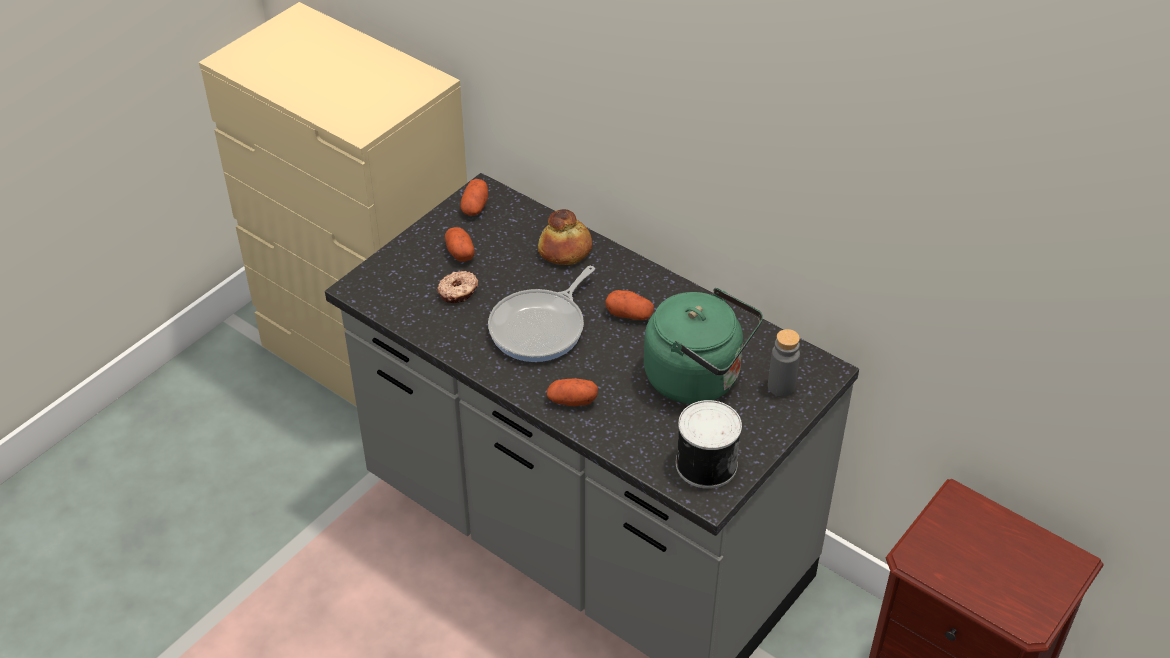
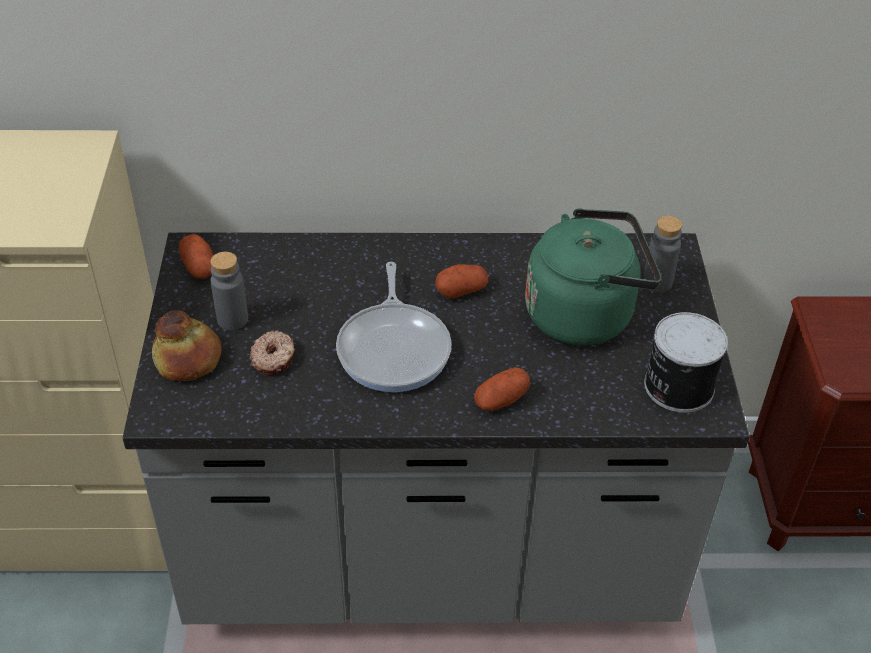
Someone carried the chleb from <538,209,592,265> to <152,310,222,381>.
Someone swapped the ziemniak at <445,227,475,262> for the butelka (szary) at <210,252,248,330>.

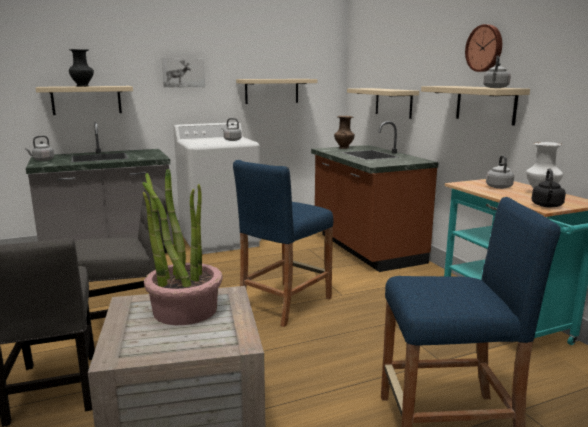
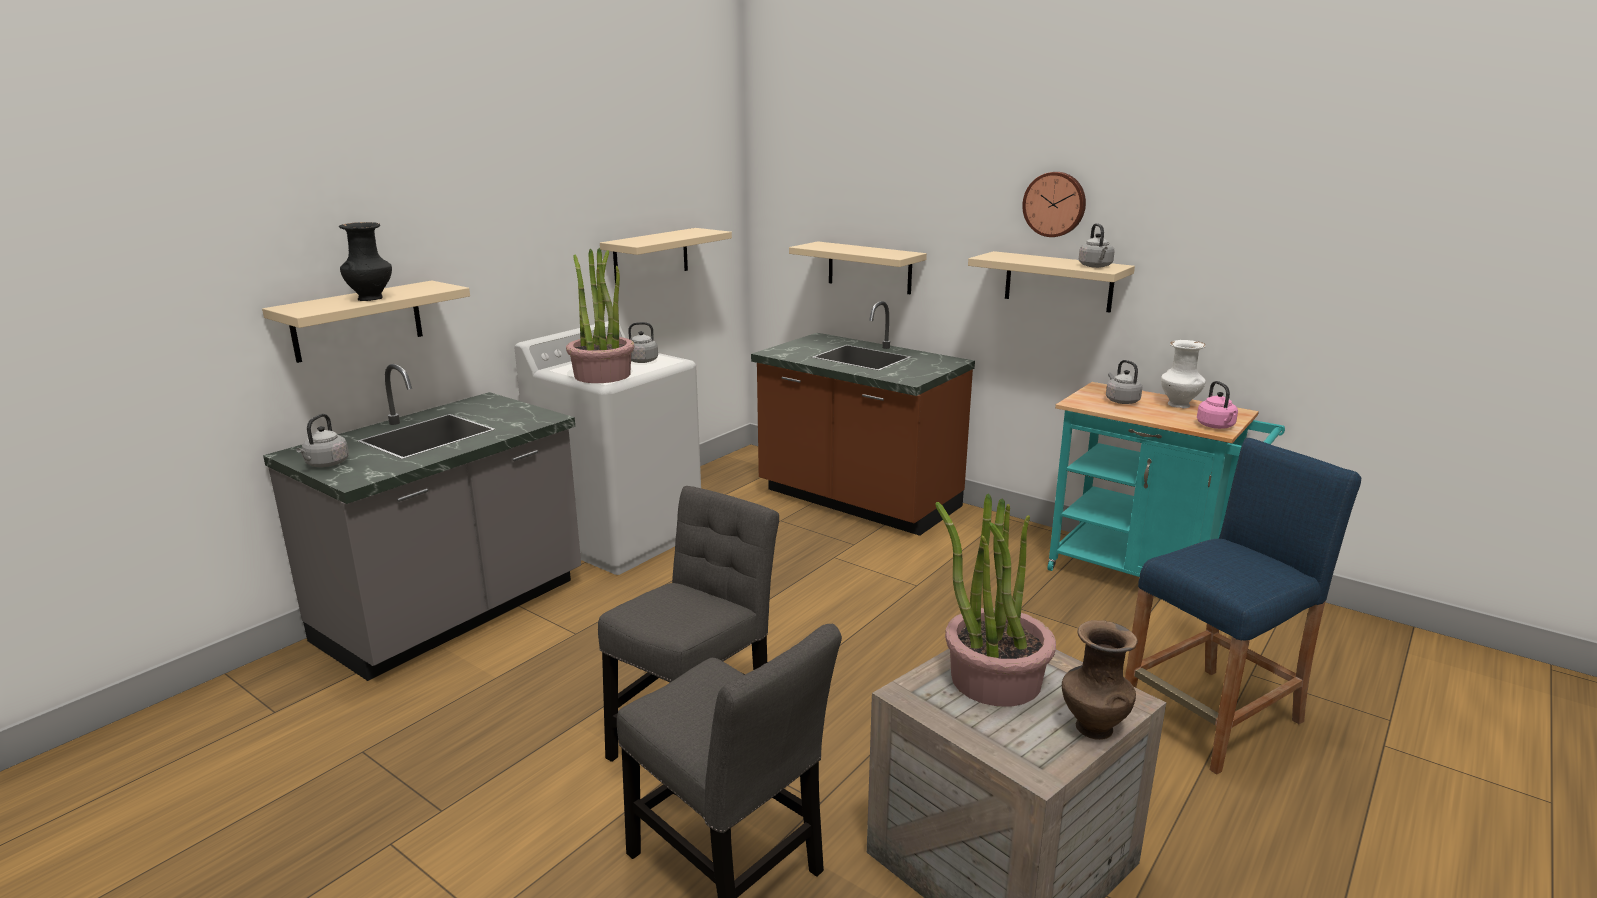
Someone put down the roślina doniczkowa at <566,248,634,383>.
Someone carried the wazon (brązowy) from <334,116,355,149> to <1062,620,1138,740>.
Someone repainted the czajnik (czarny) at <532,169,566,208>, which became the czajnik (różowy) at <1197,381,1238,429>.
Someone took away the obraz at <162,58,205,88>.
Someone took away the stołek (niebieski) at <233,160,333,327>.

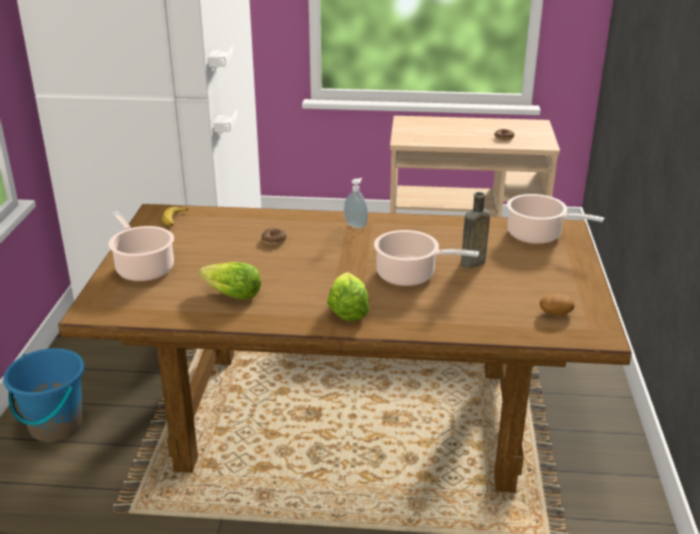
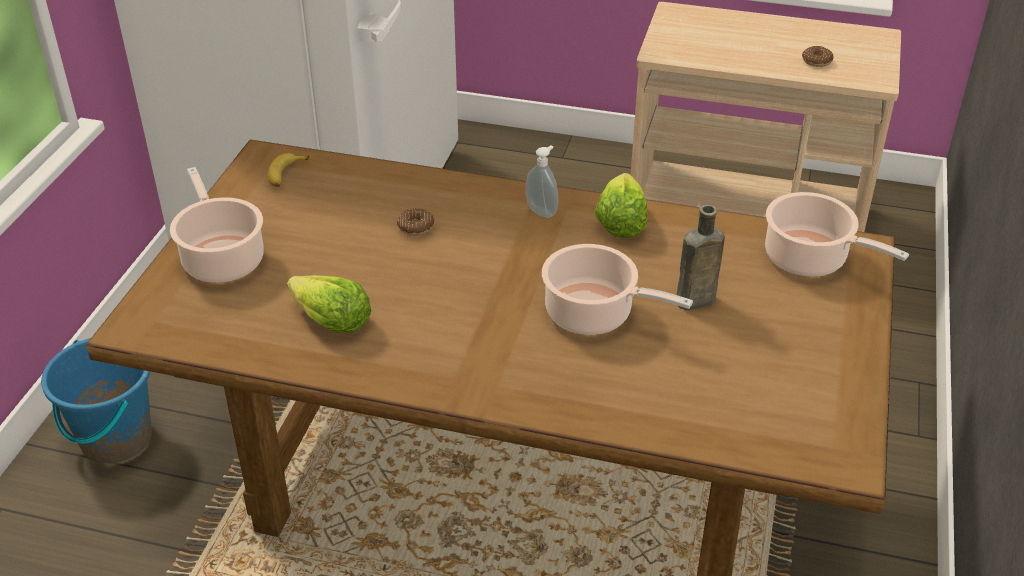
Someone carried the sałata from <327,272,369,321> to <594,173,647,238>.
Someone took away the ziemniak at <539,295,575,315>.

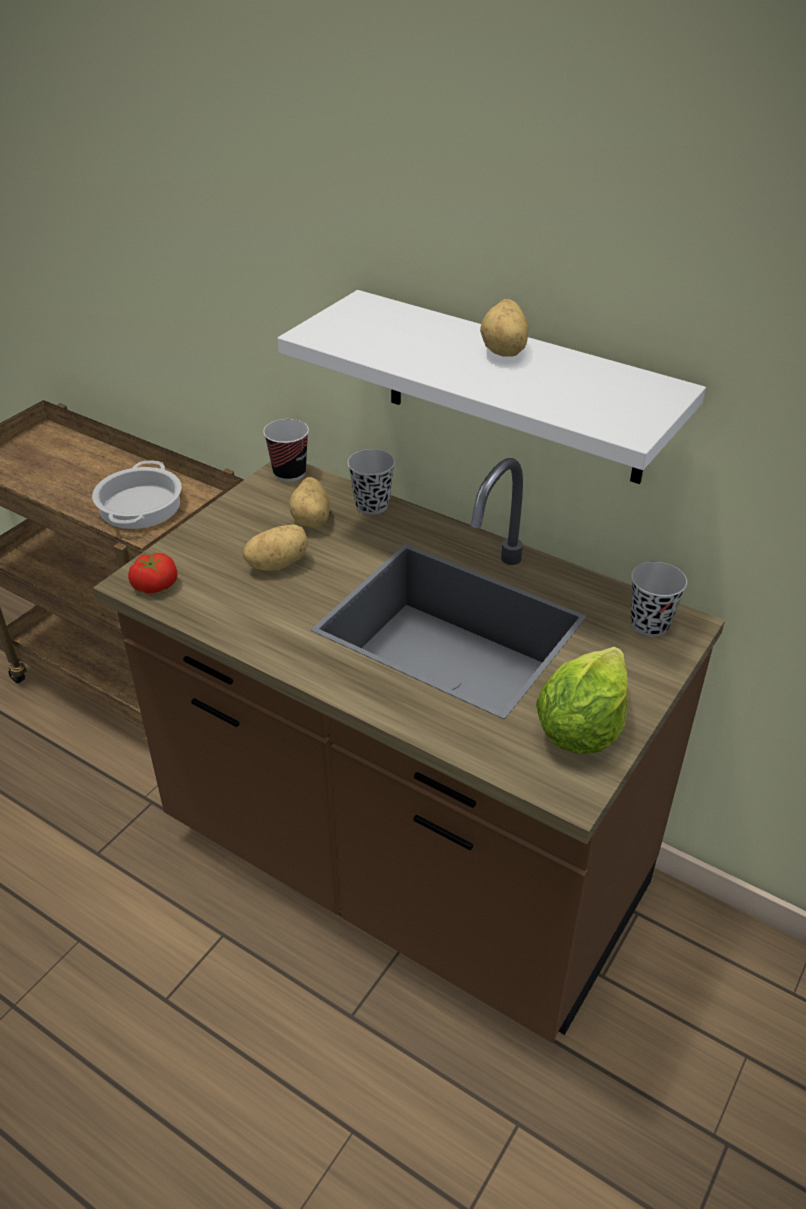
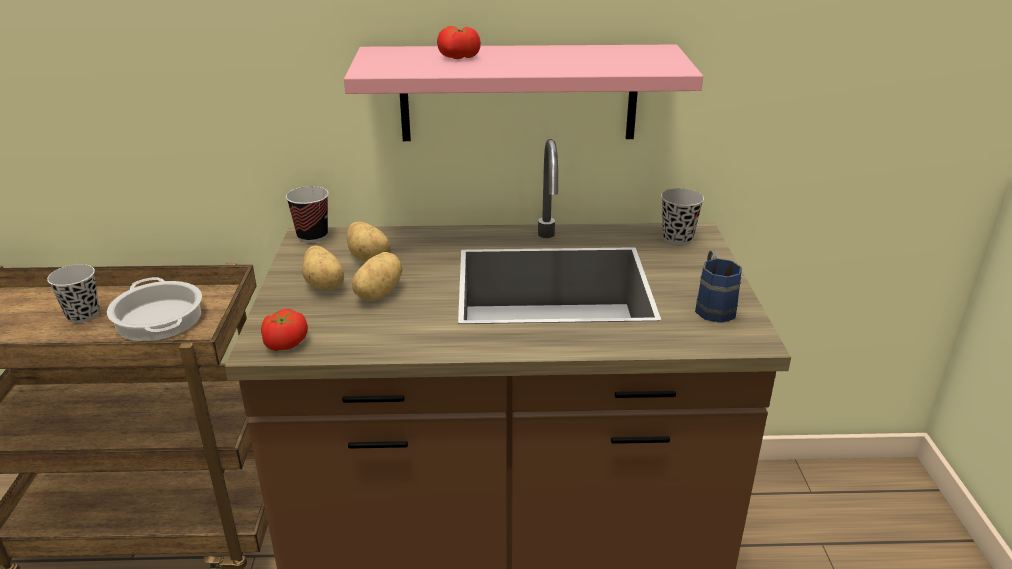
Someone carried the filiżanka (czarny) from <347,449,395,515> to <47,264,100,323>.
Someone carried the ziemniak from <480,299,528,357> to <302,246,344,290>.
Someone repainted the półka (biały) at <278,290,706,484>, which became the półka (różowy) at <344,45,703,141>.
Someone put down the pomidor at <437,26,481,59>.
Someone swapped the sałata at <536,647,628,754> for the kubek (niebieski) at <695,250,742,323>.

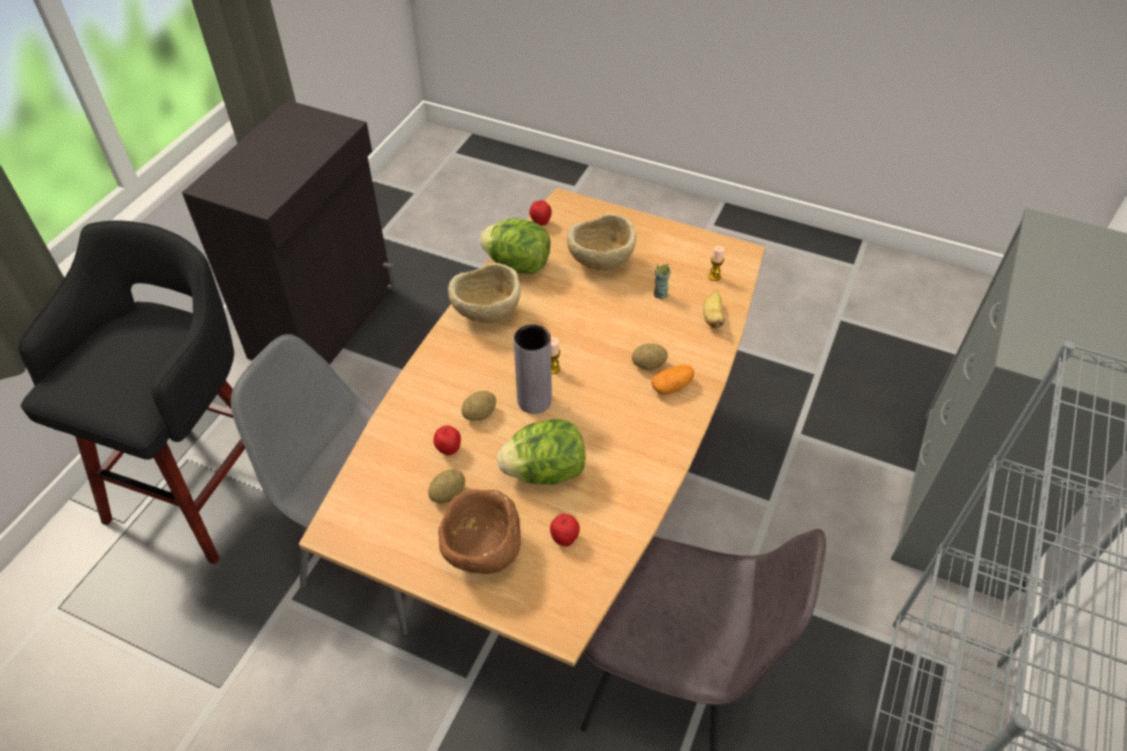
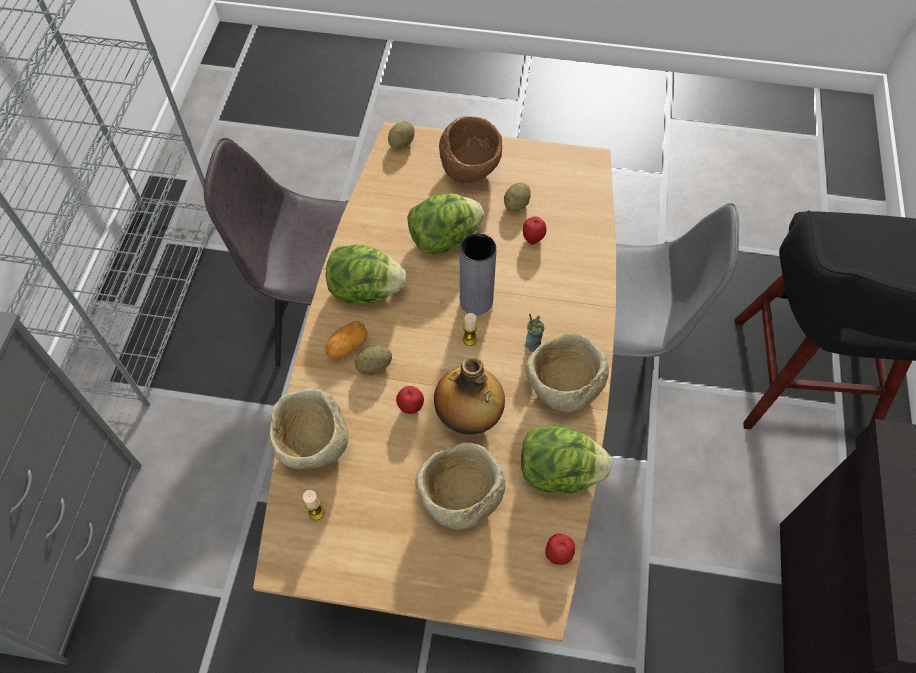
Someone swapped the banan at <703,290,725,329> for the miska (beżowy) at <269,388,349,469>.
Someone put down the sałata at <326,245,406,303>.
Someone carried the ziemniak from <462,391,496,421> to <388,121,415,149>.
Someone carried the jabłko from <550,514,580,547> to <396,386,424,414>.
Someone put down the butelka at <434,356,505,435>.
Someone carried the filiżanka from <654,263,671,299> to <525,314,544,352>.

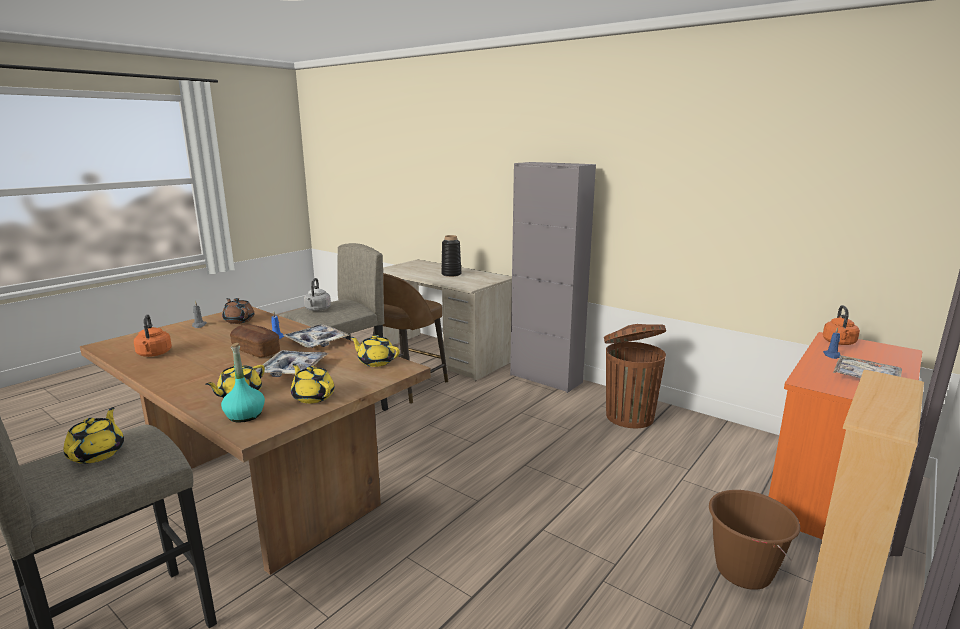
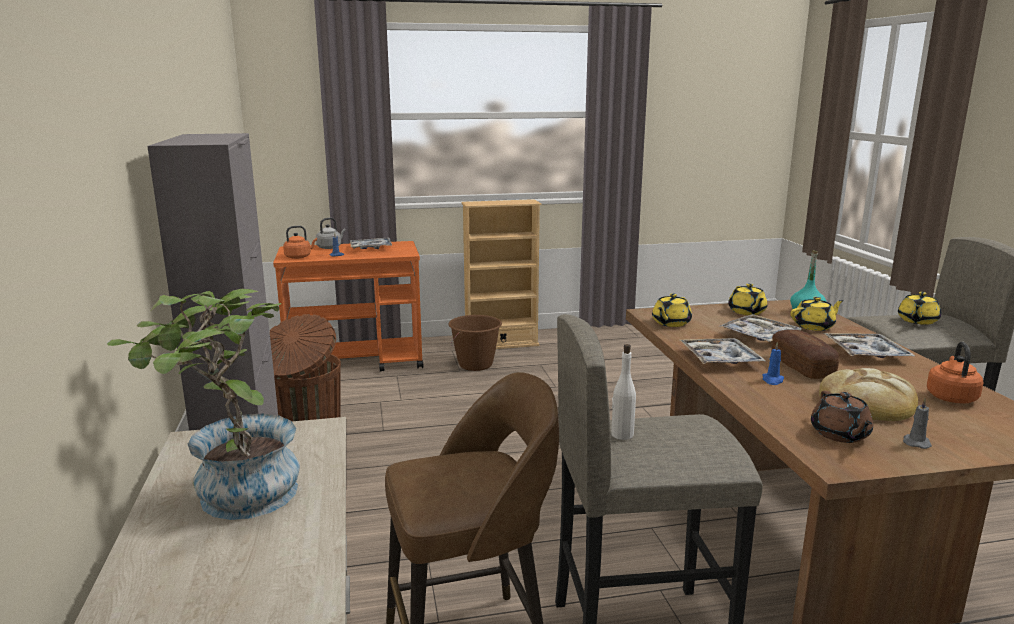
Someone swapped the wazon (czarny) at <441,235,461,277> for the roślina doniczkowa at <107,289,300,520>.
Someone carried the czajnik (szary) from <304,278,331,311> to <316,218,346,249>.
Someone put down the butelka (biały) at <611,344,636,440>.
Someone rotated the imbryk (żółty) at <350,335,400,367> by 60 degrees clockwise.
Someone put down the chleb at <819,368,918,421>.
Someone put down the taca at <824,333,915,358>.

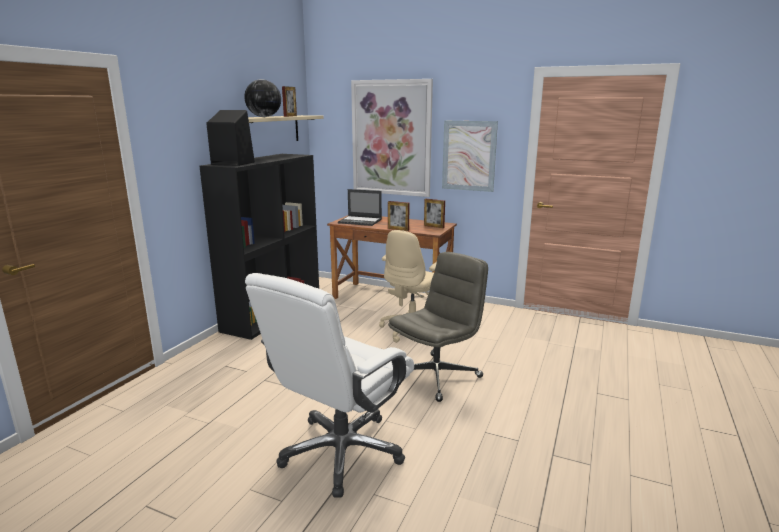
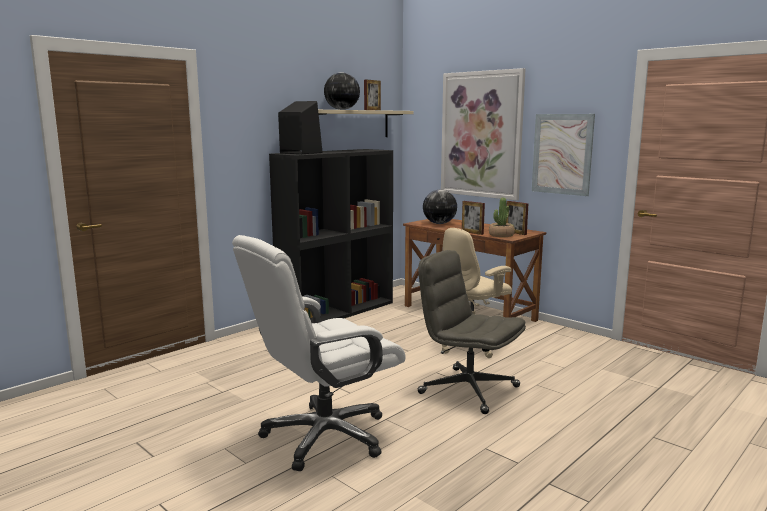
Someone rotated the krzesło biurowe (szary) at <388,252,488,402> by 120 degrees counterclockwise.
Someone swapped the laptop at <338,189,382,226> for the globus at <423,190,457,224>.
Someone put down the roślina doniczkowa at <489,198,515,237>.

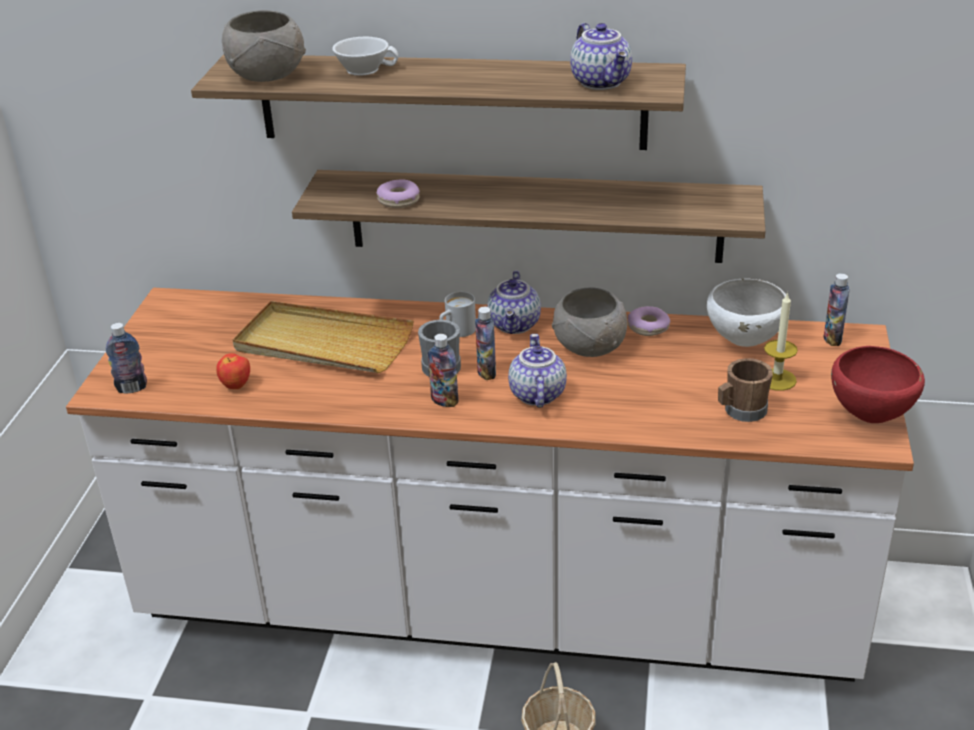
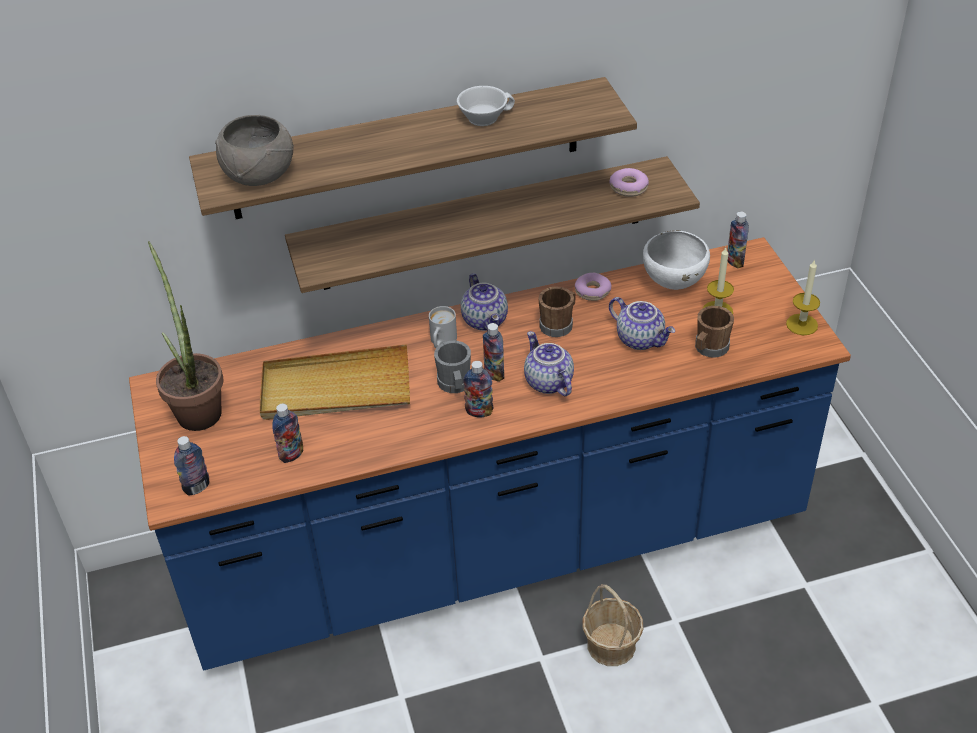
Someone repainted the zabudowa kuchenna (biały) at <66,288,914,682>, which became the zabudowa kuchenna (niebieski) at <129,237,851,670>.
Someone put down the roślina doniczkowa at <148,241,224,431>.
Someone swapped the jabłko at <216,353,250,389> for the butelka at <272,404,303,463>.
Someone carried the filiżanka (biały) from <332,37,398,76> to <457,86,515,126>.
Someone swapped the miska (szary) at <552,287,627,357> for the kubek (brązowy) at <538,286,576,337>.
Someone carried the imbryk from <570,23,632,90> to <609,297,675,350>.
Someone carried the donut from <377,180,420,208> to <610,168,649,197>.
Someone swapped the miska (czerwony) at <831,346,925,423> for the świeca at <786,259,820,335>.

